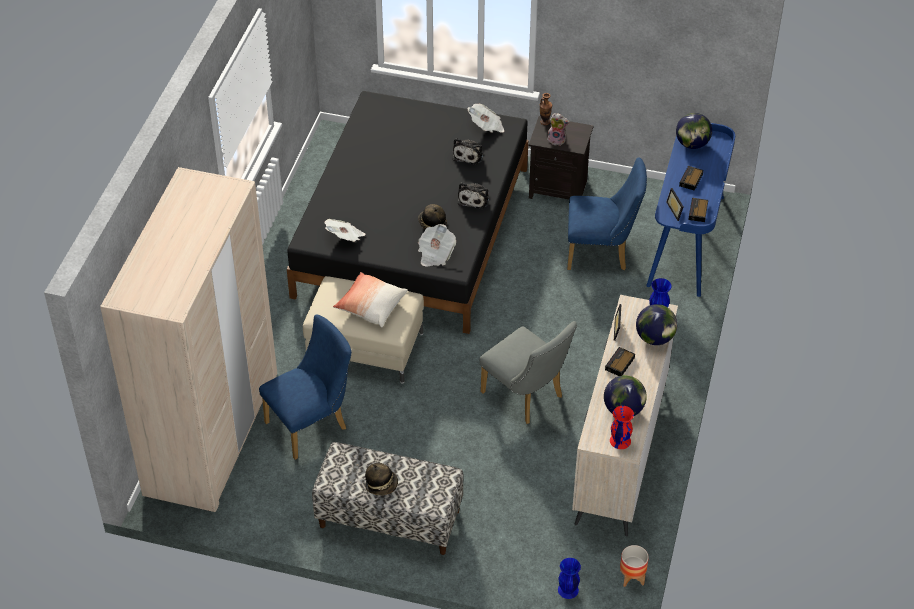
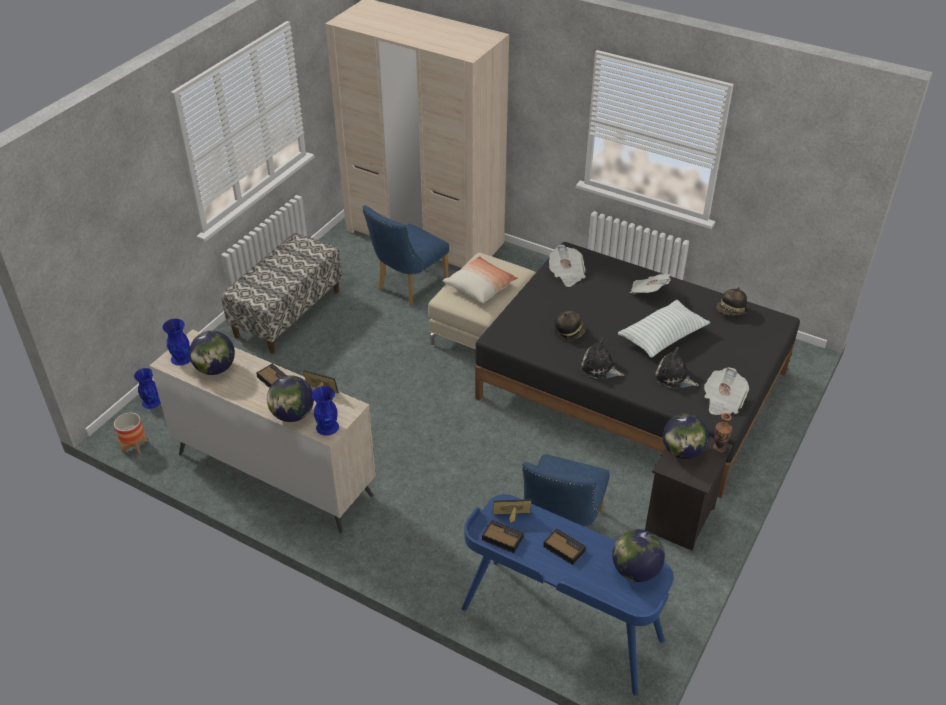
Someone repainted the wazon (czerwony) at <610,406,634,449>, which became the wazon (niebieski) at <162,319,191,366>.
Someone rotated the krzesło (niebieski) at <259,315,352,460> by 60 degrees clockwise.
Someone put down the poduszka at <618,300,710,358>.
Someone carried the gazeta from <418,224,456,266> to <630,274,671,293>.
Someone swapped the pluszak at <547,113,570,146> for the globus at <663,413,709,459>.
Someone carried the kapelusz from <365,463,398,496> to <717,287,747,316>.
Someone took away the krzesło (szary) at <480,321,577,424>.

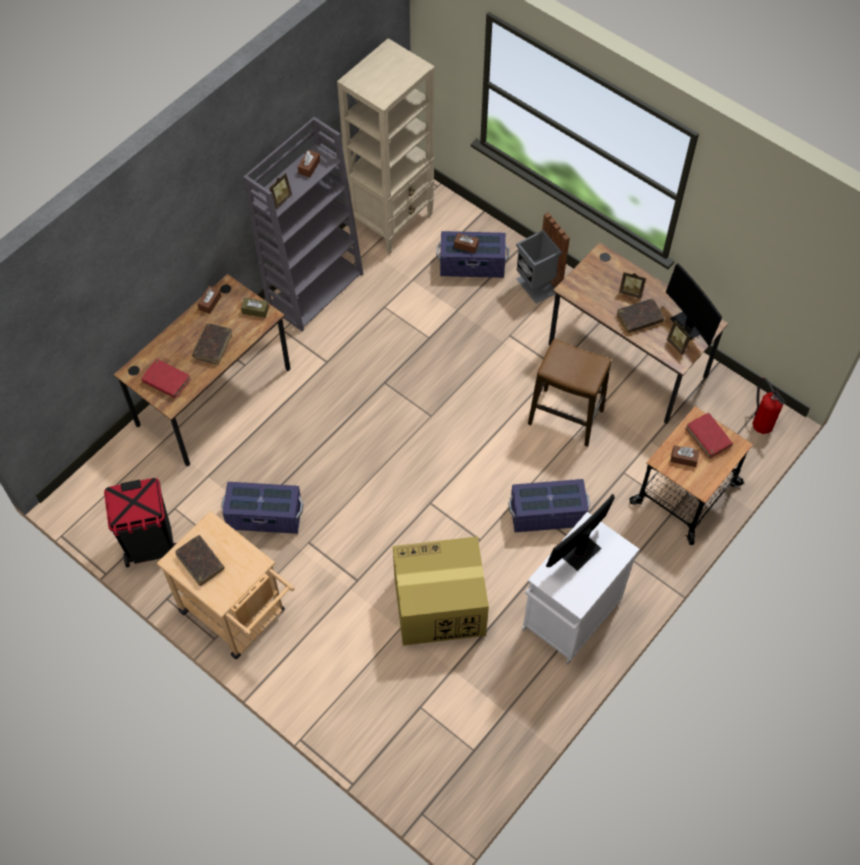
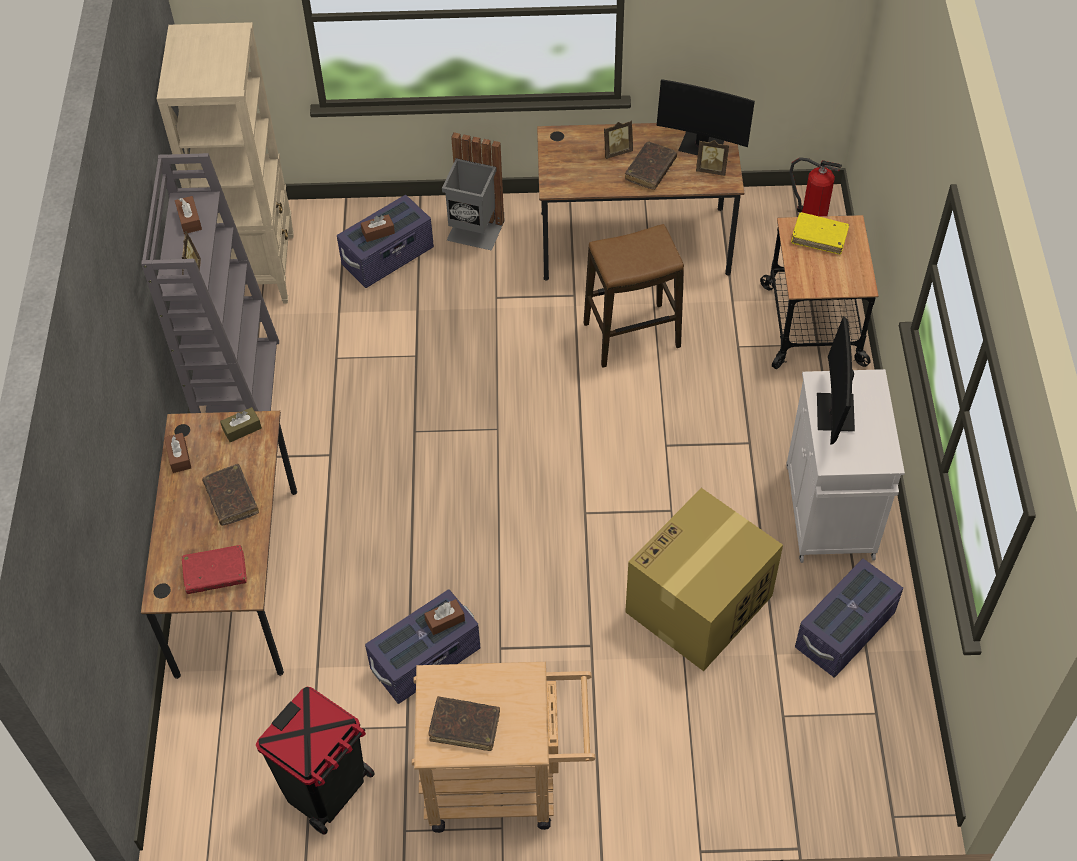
Someone carried the pudełko chusteczek (brązowy) from <670,445,699,467> to <424,599,465,635>.
Someone repainted the książka (czerwony) at <686,413,733,459>, which became the książka (żółty) at <791,212,849,254>.
Someone carried the pojemnik do przechowywania (fioletowy) from <508,479,590,532> to <795,559,903,678>.

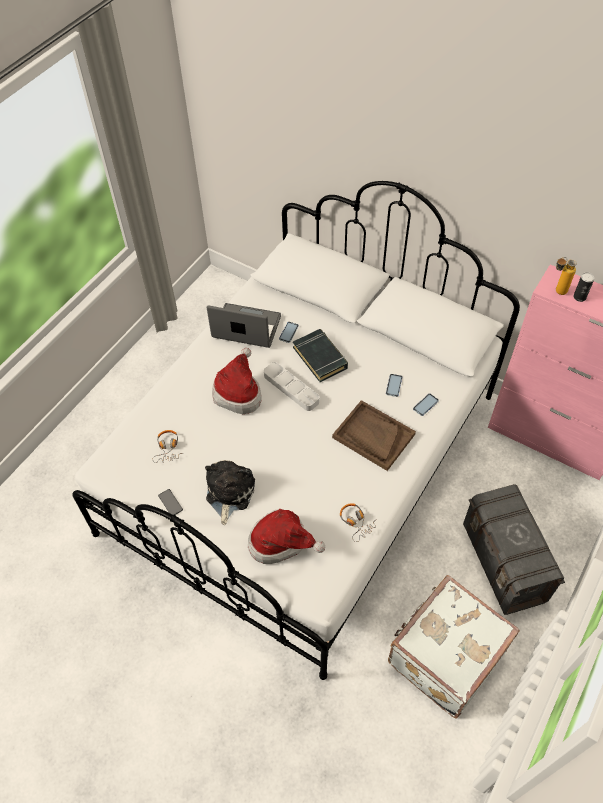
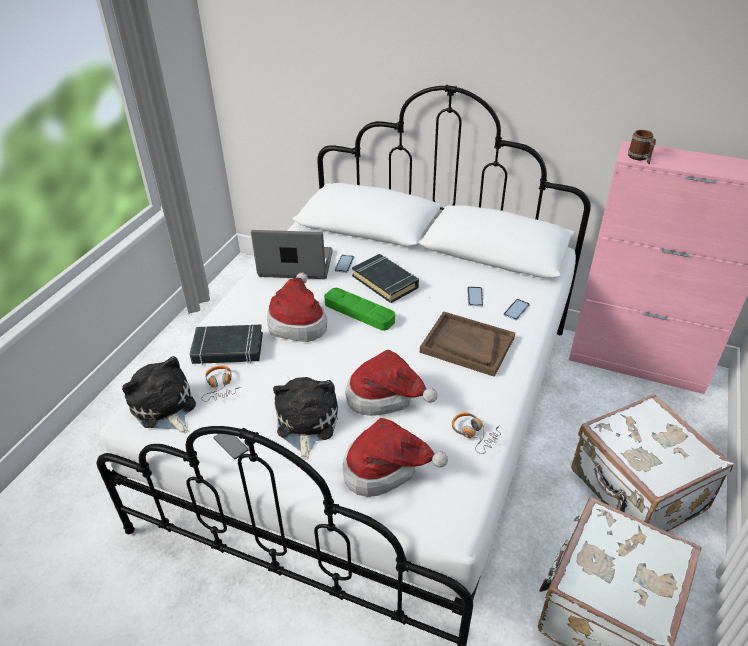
Someone put down the pluszak at <122,356,196,433>.
Someone put down the książka (czarny) at <189,325,263,365>.
Someone repainted the taca (szary) at <264,362,319,411>, which became the taca (zielony) at <324,288,395,331>.
Someone put down the kapelusz at <345,350,438,416>.
Someone swapped the pojemnik do przechowywania (szary) at <463,484,565,615> for the walizka (biały) at <571,394,733,532>.
Someone swapped the butelka at <556,257,577,295> for the kubek at <628,130,656,164>.
Someone took away the puszka at <573,272,595,302>.

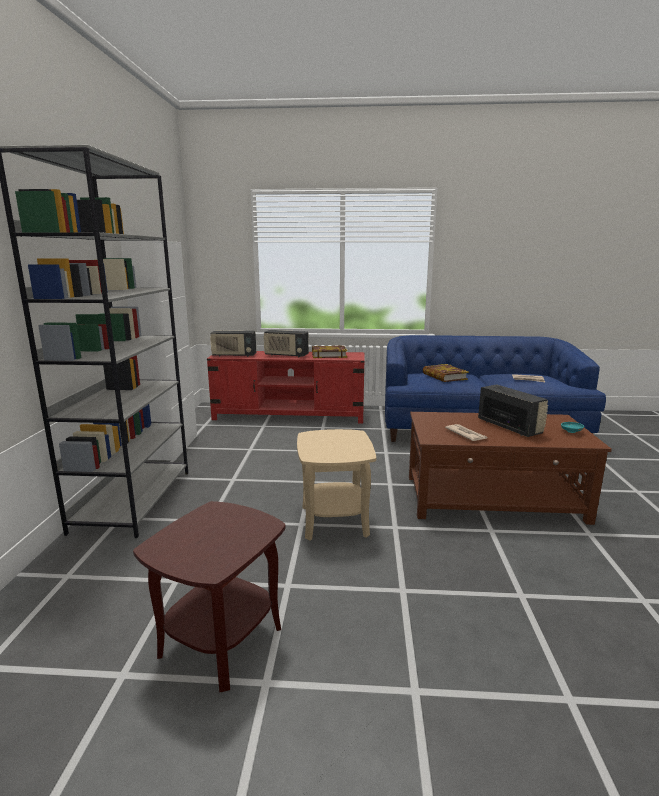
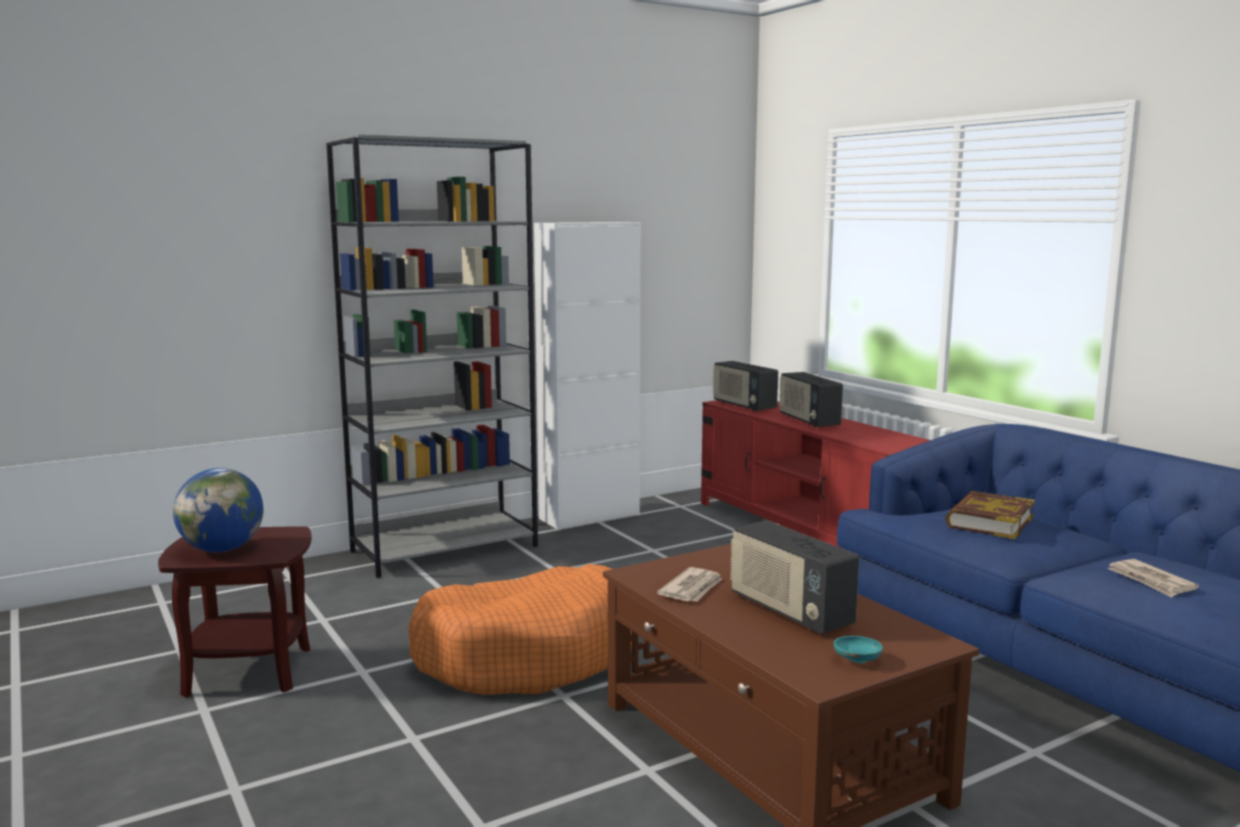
Someone put down the globus at <173,468,263,552>.
Someone swapped the stolik (beżowy) at <297,429,376,541> for the legowisko (pomarańczowy) at <408,564,632,695>.
Someone rotated the radio at <478,385,548,437> by 120 degrees clockwise.
Someone took away the książka at <312,345,347,358>.

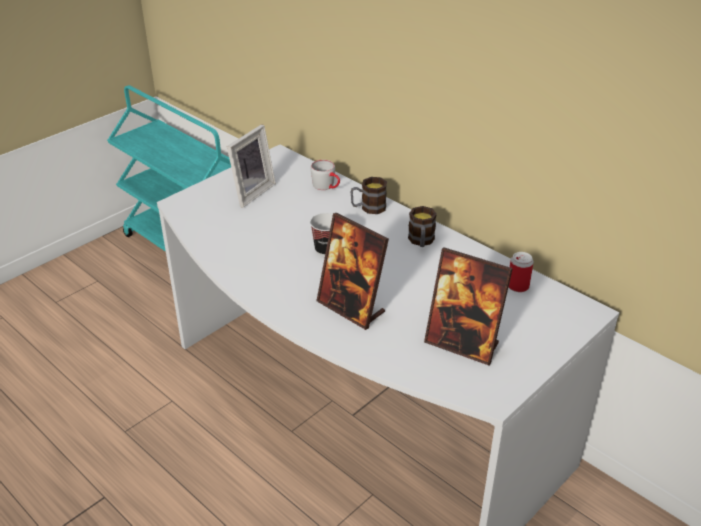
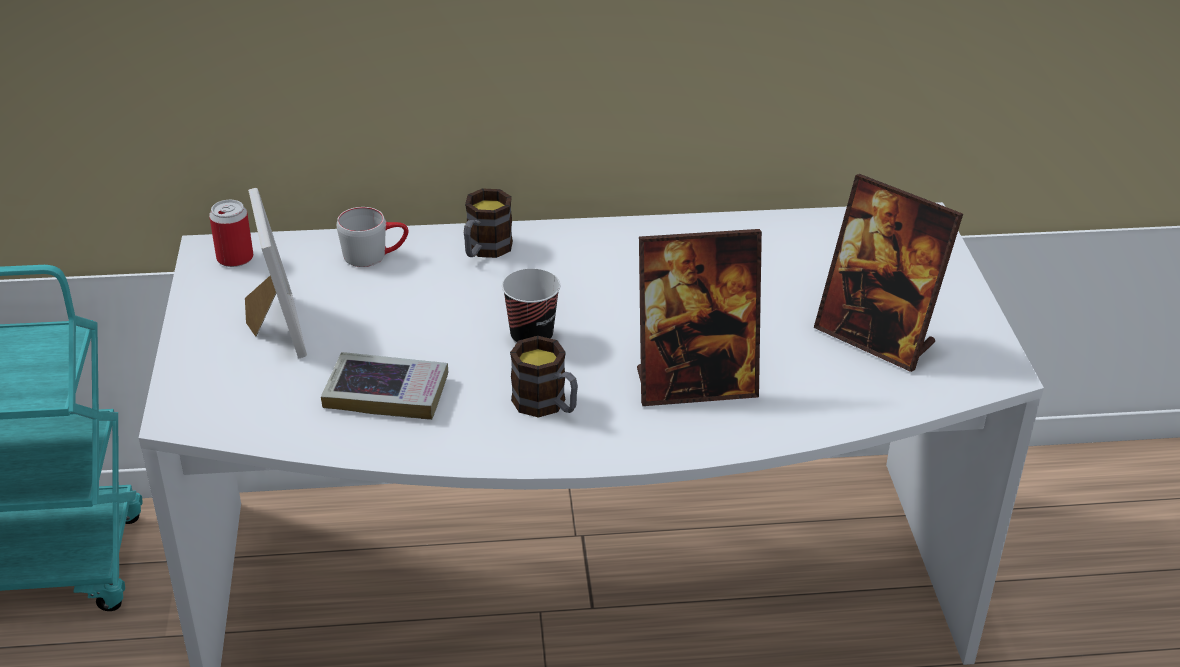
Someone carried the puszka from <509,252,534,292> to <209,200,253,267>.
Someone put down the książka at <321,352,448,420>.
Someone carried the kubek from <408,206,437,247> to <510,336,578,418>.
Someone rotated the ramka na zdjęcie at <424,247,513,365> by 60 degrees clockwise.

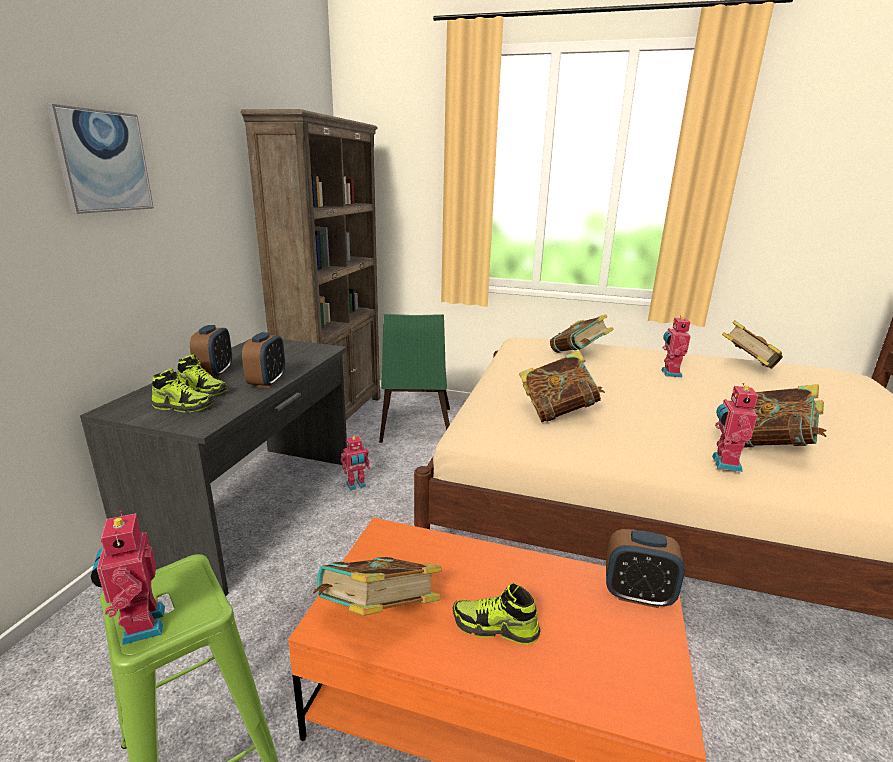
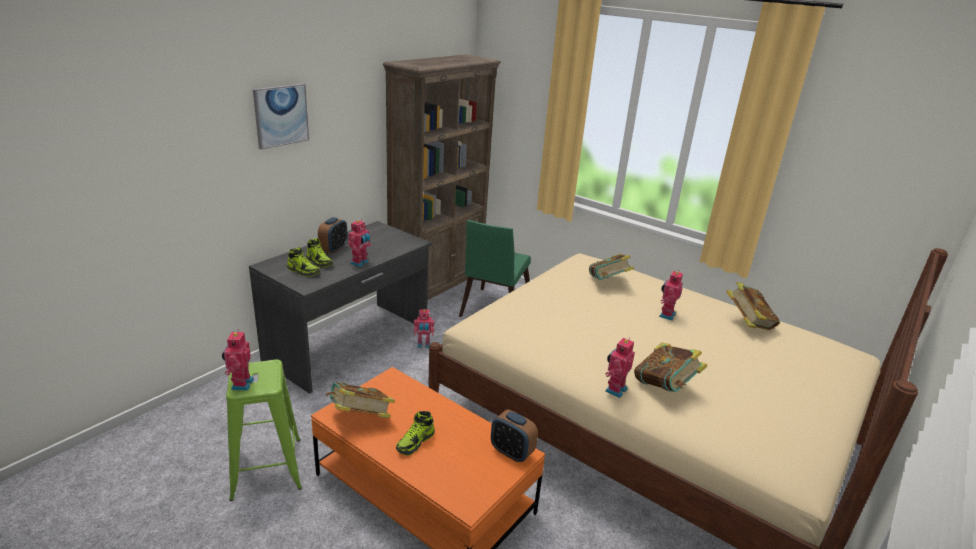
Someone swapped the budzik at <242,332,285,388> for the robot zabawkowy at <348,219,371,267>.
Someone rotated the but at <452,583,540,645> by 90 degrees counterclockwise.
Someone took away the książka at <519,351,605,422>.

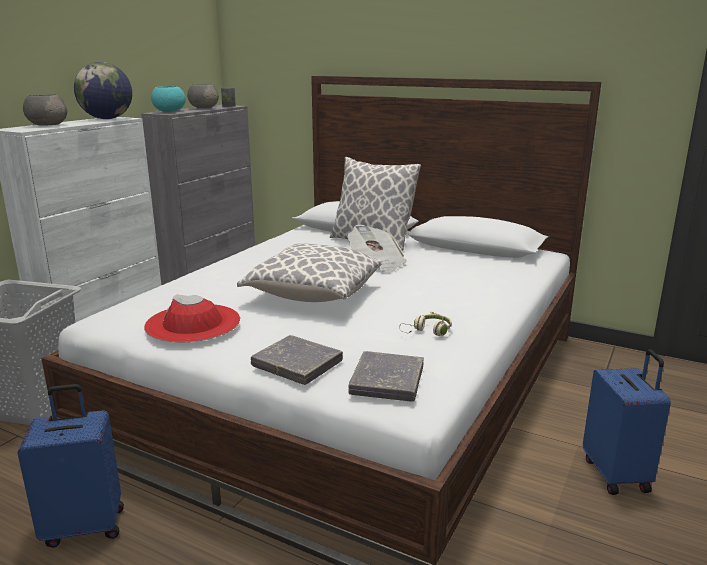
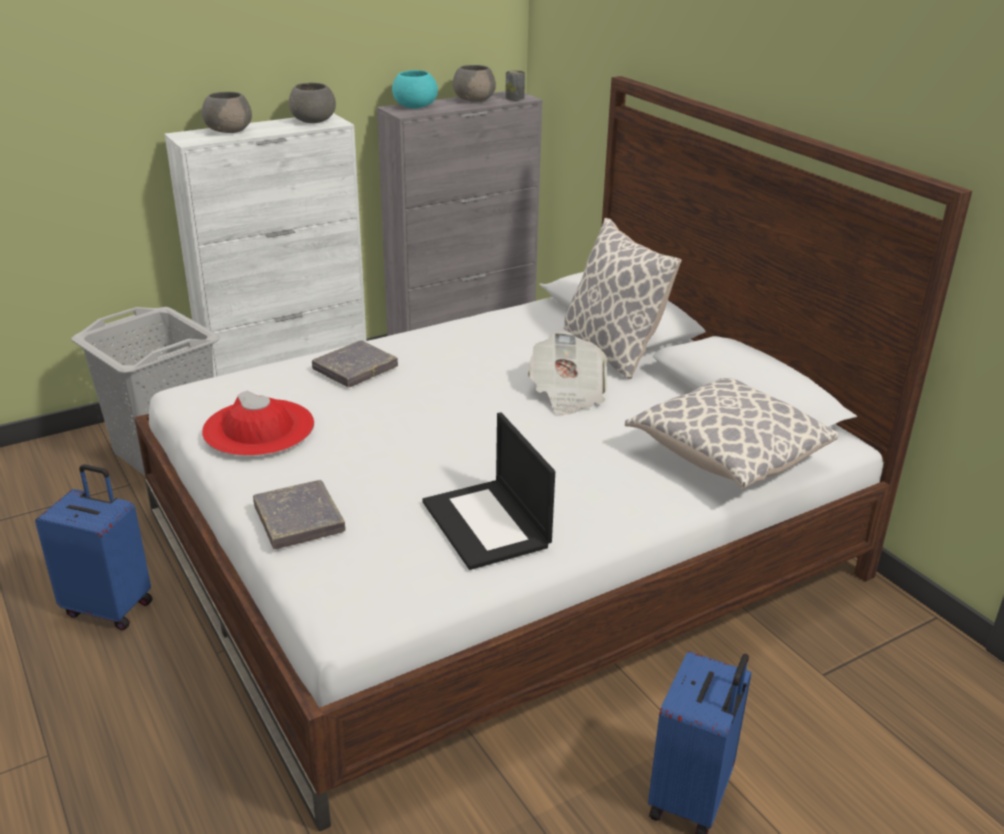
Someone swapped the globus at <74,62,132,119> for the miska (szary) at <288,83,336,123>.
Someone carried the książka (szary) from <348,351,424,402> to <312,340,398,387>.
Someone swapped the słuchawki (beżowy) at <399,311,452,336> for the laptop at <422,412,555,570>.
Someone carried the poduszka from <237,243,382,302> to <625,378,838,489>.

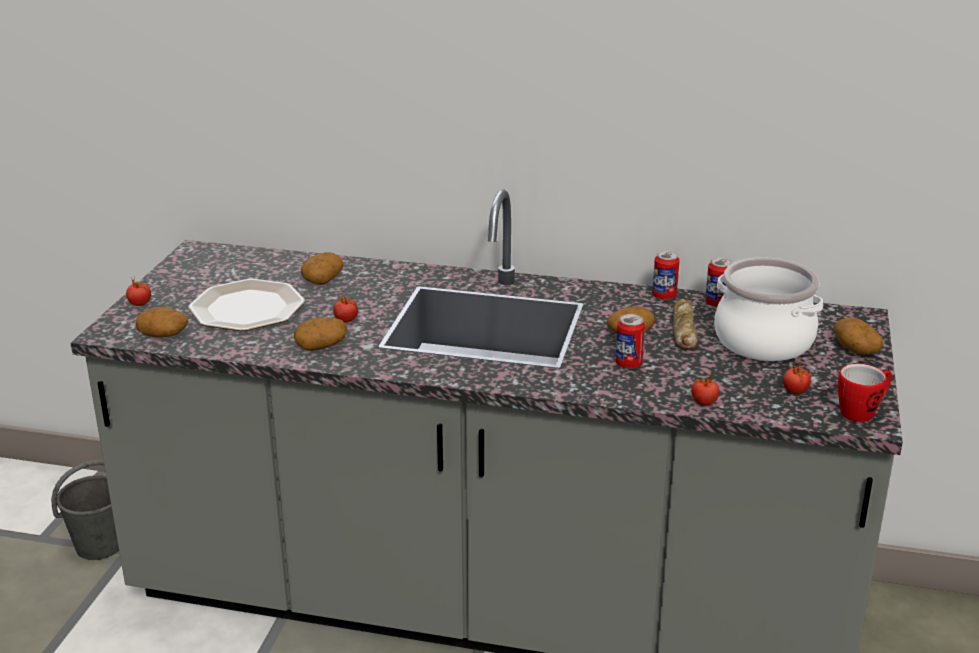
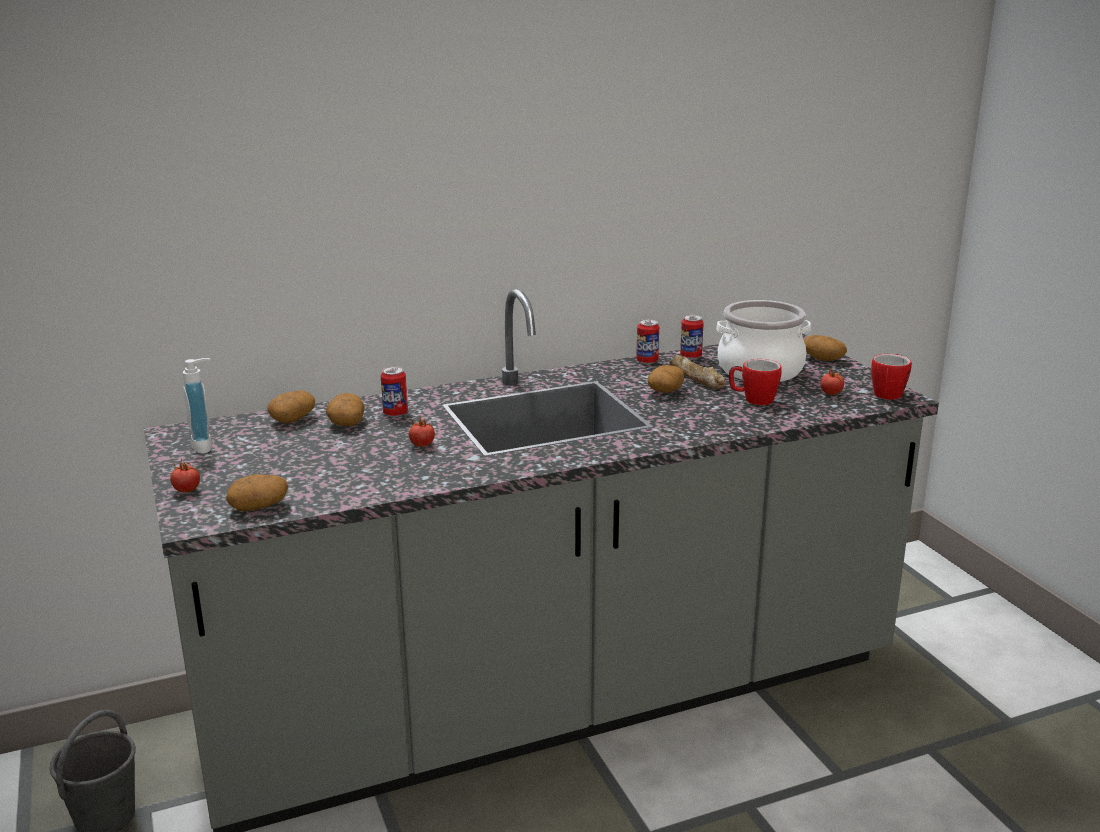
Someone put down the dozownik mydła at <183,358,212,454>.
Someone carried the ziemniak from <294,317,347,351> to <268,390,315,423>.
Someone carried the puszka from <615,314,645,369> to <380,366,408,417>.
Someone put down the kubek at <729,359,782,405>.
Someone took away the talerz at <188,279,305,331>.
Someone took away the pomidor at <691,372,720,406>.

